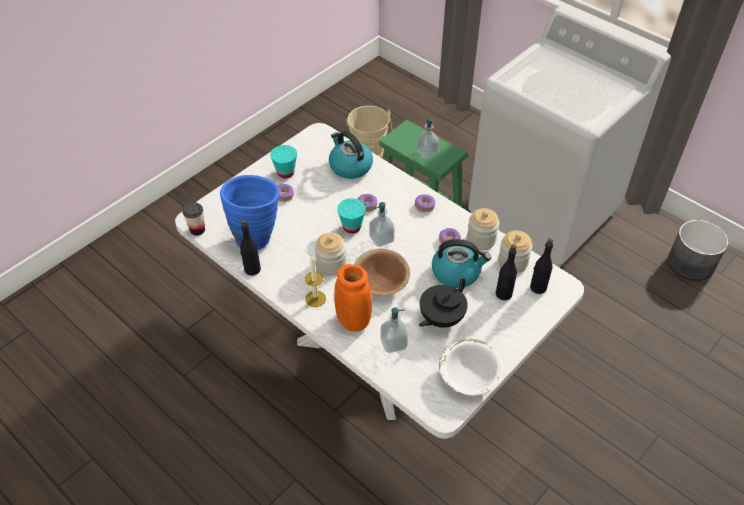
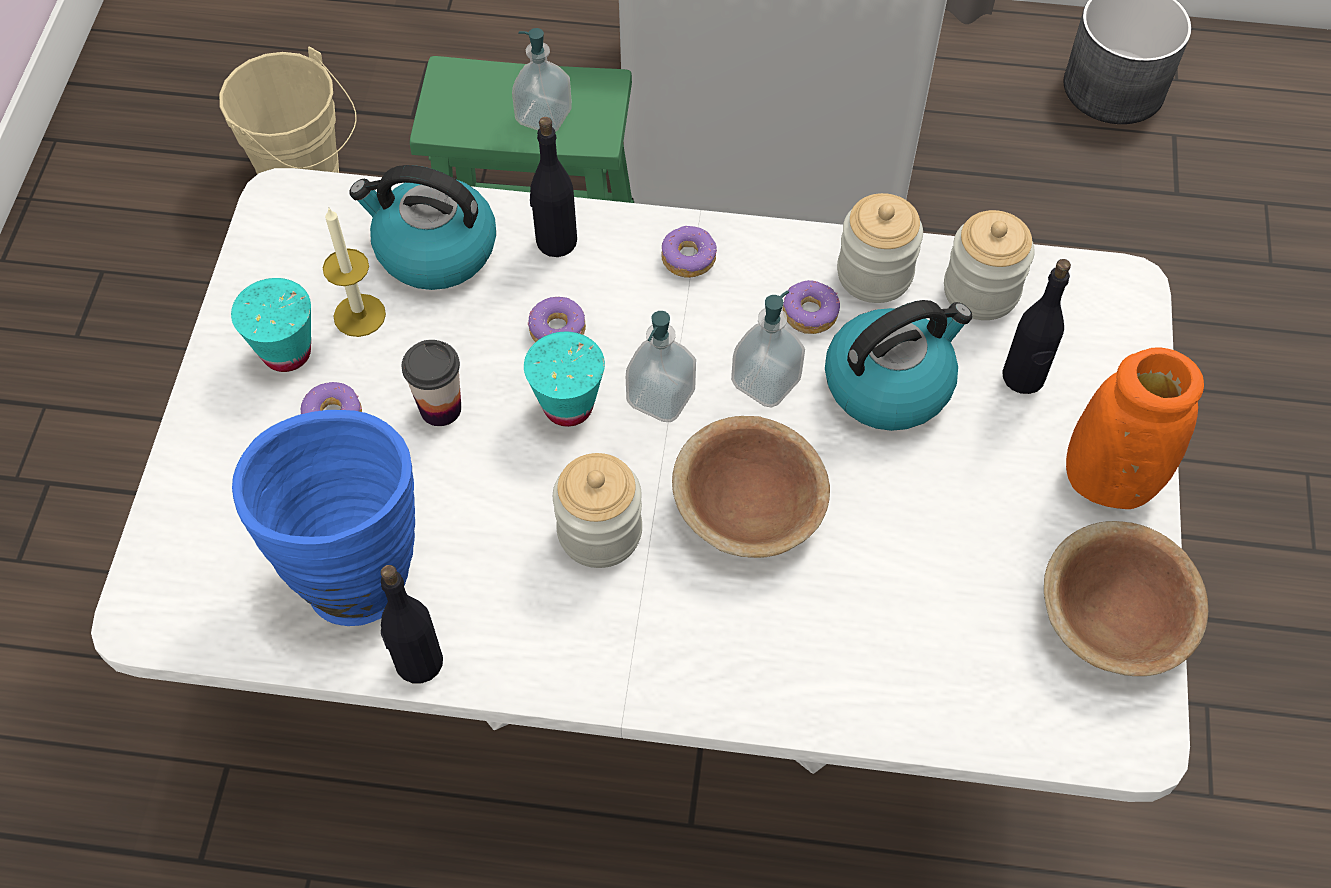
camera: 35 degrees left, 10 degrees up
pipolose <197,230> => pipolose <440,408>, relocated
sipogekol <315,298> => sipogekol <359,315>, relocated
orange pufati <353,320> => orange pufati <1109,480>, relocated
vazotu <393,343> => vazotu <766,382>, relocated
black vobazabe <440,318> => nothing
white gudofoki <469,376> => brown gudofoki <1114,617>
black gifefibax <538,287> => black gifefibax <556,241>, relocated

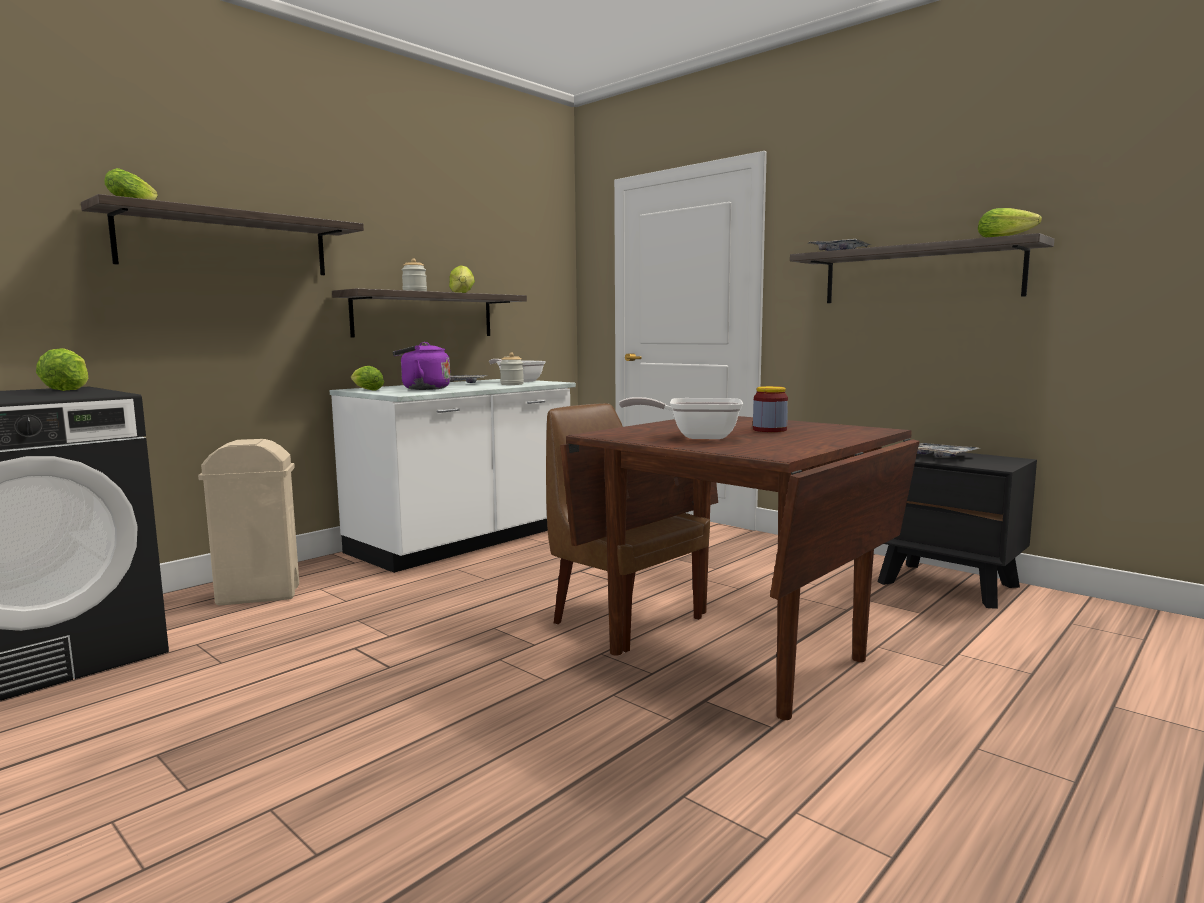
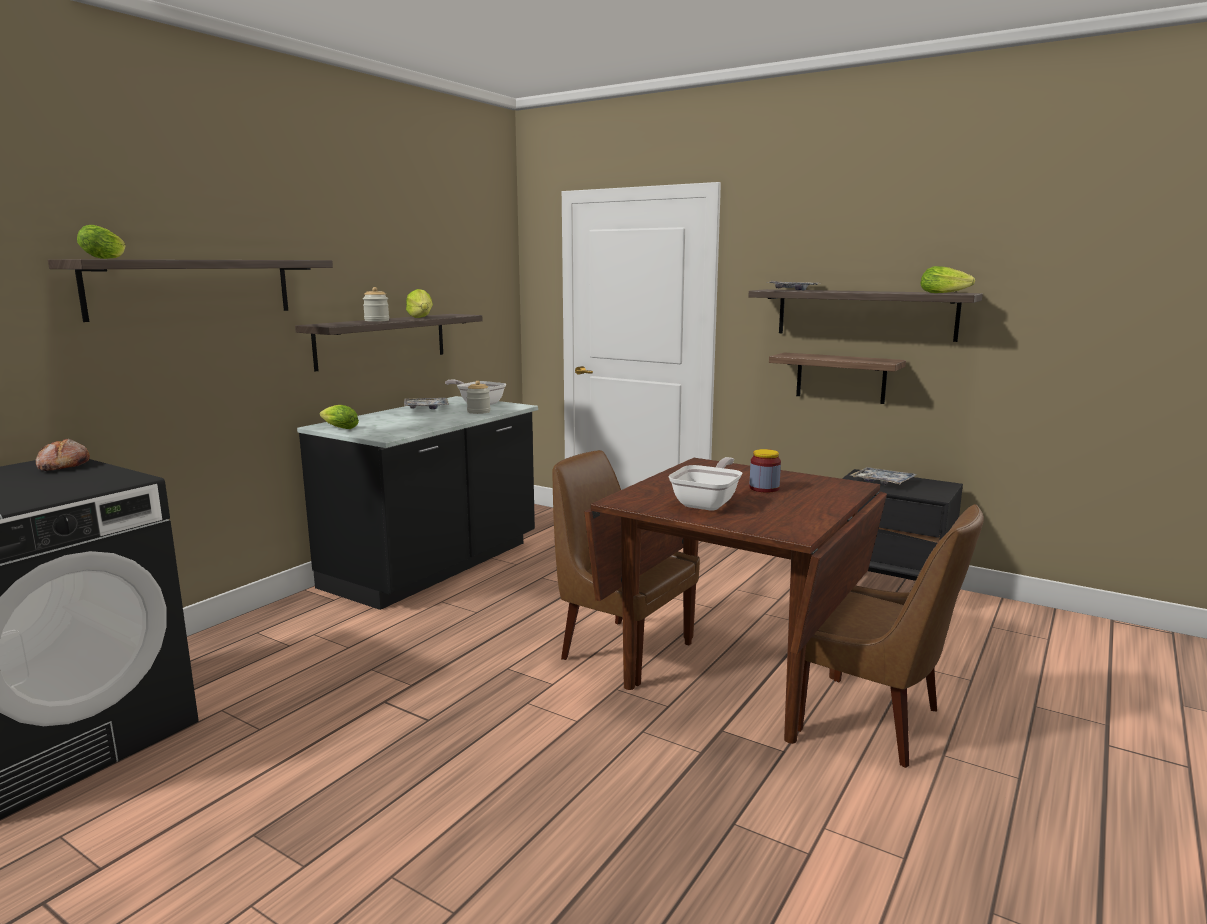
camera: 10 degrees left, 5 degrees up
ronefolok <68,389> => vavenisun <63,466>
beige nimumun <258,595> => nothing
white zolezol <464,541> => black zolezol <434,566>
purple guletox <422,389> => nothing
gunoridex <695,436> => gunoridex <708,503>, 120 degrees clockwise
nothing => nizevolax <840,378>
nothing => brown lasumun <874,722>

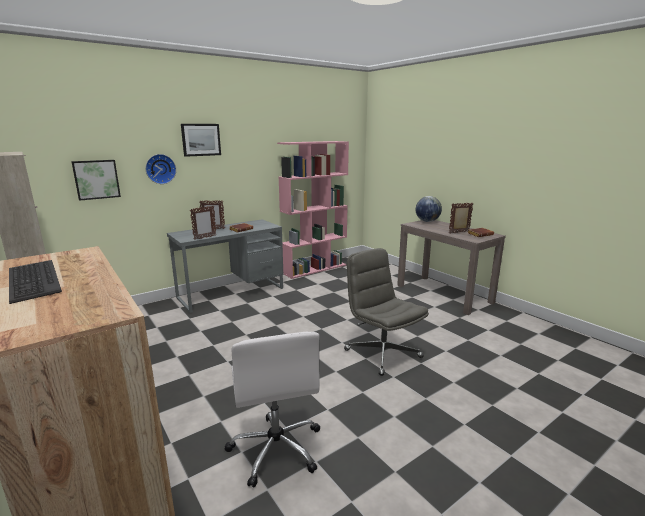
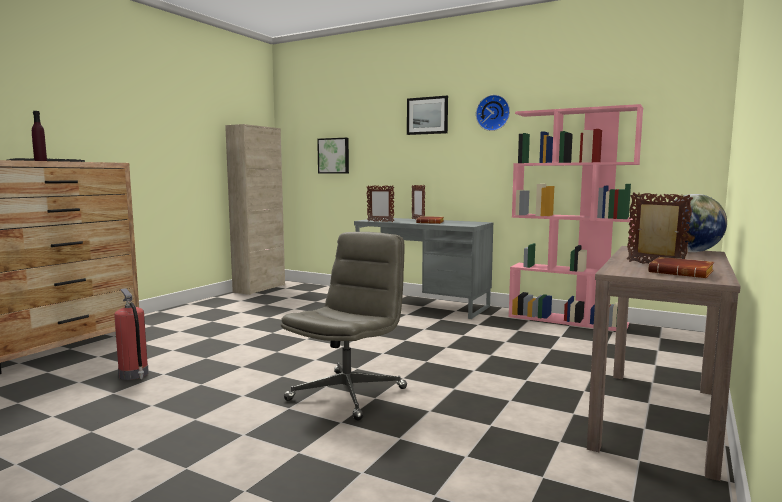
camera: 65 degrees right, 10 degrees down
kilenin <160,169> => kilenin <493,113>, relocated
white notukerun <276,448> => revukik <134,375>
nothing => purple gifefibax <40,160>

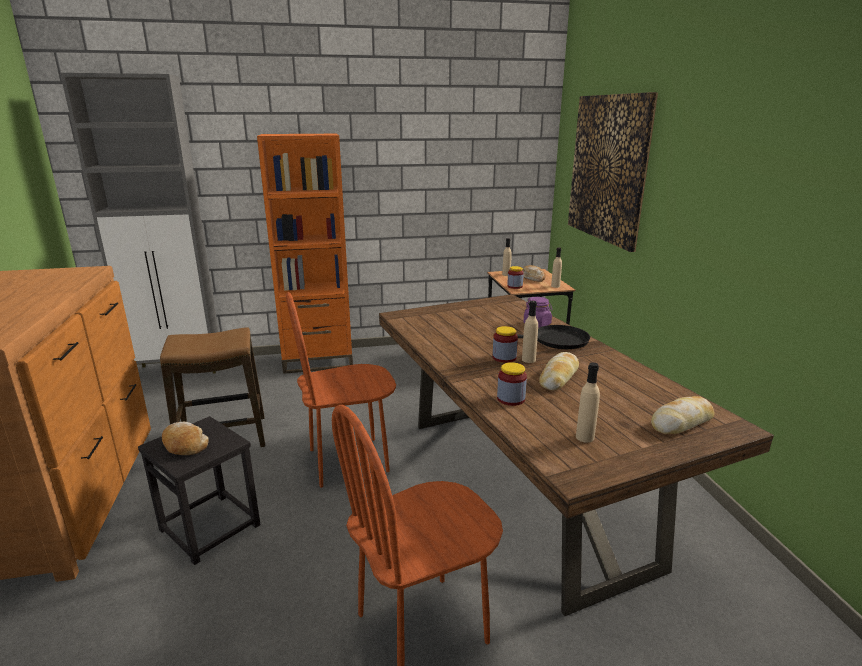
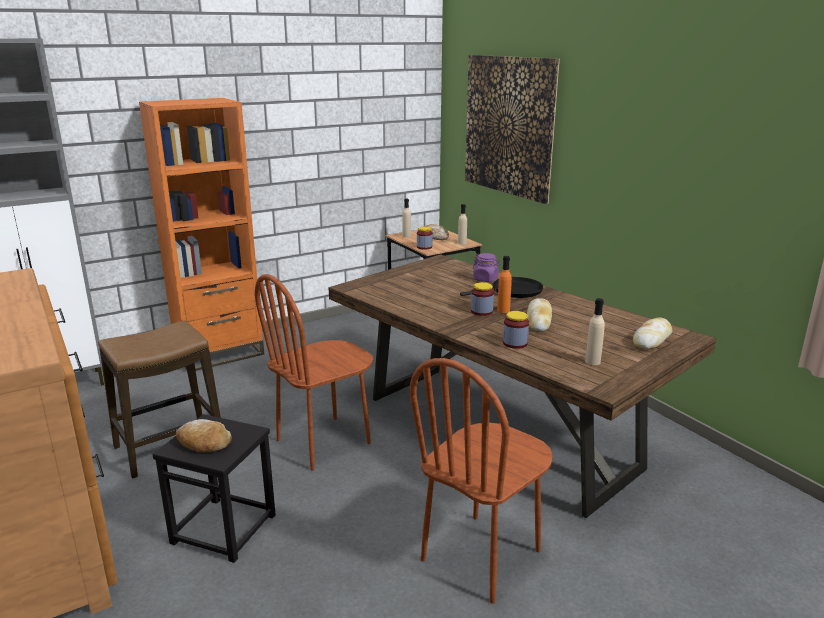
camera: 20 degrees left, 0 degrees up
beige gifefibax <528,360> => orange gifefibax <503,310>

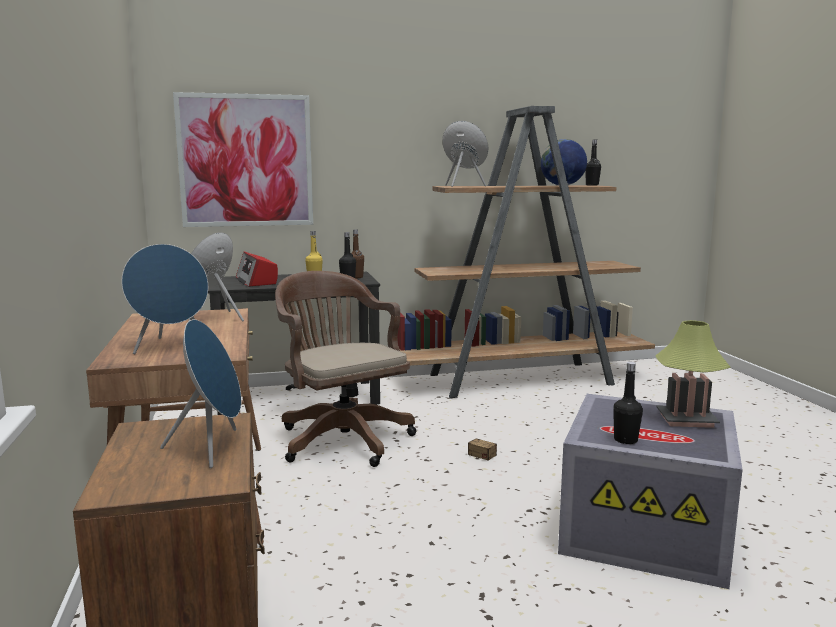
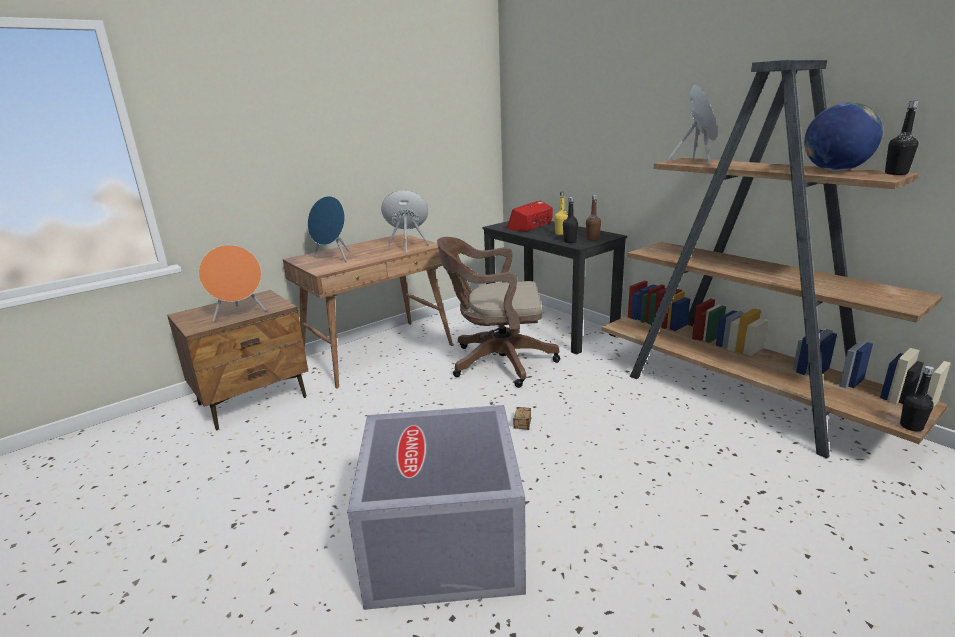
camera: 65 degrees right, 10 degrees up
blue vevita <213,448> => orange vevita <240,314>
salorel <246,161> => nothing
brown notukerun <341,438> => brown notukerun <496,362>, 120 degrees counterclockwise
black gifefibax <625,440> => black gifefibax <911,426>, relocated
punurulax <686,420> => nothing

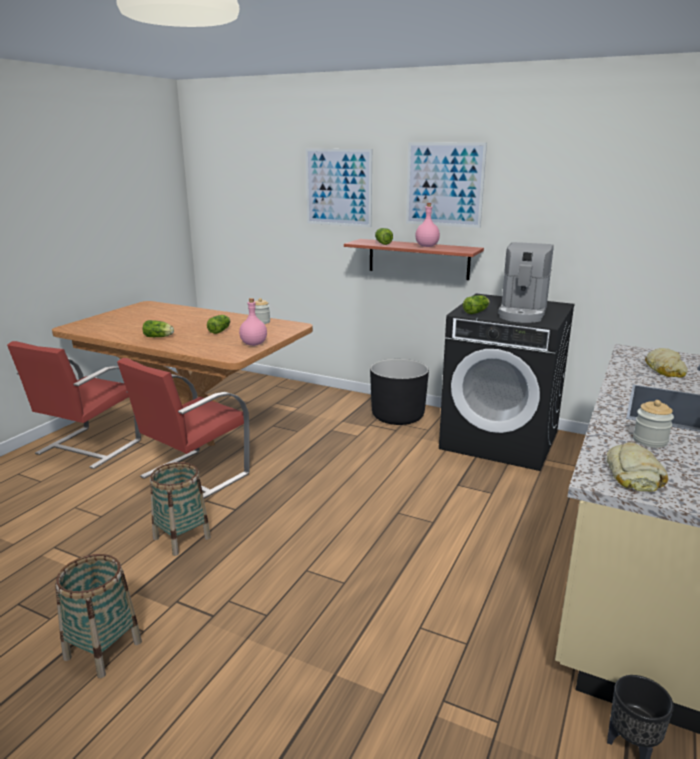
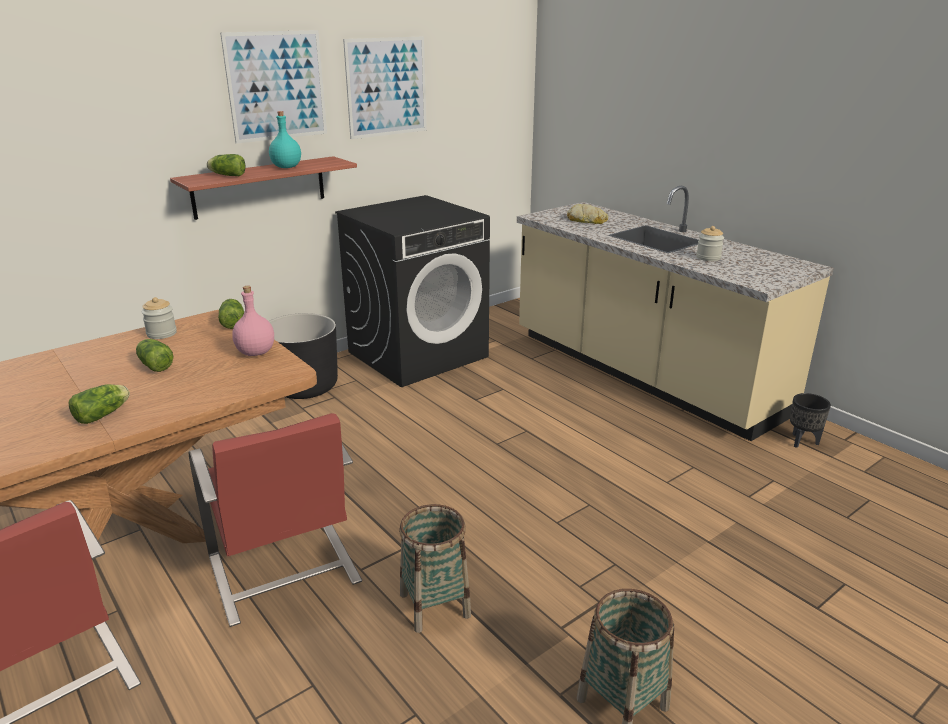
camera: 65 degrees left, 5 degrees up
salorel <338,187> => salorel <386,87>, relocated
pink gifefibax <427,246> => turquoise gifefibax <286,167>
ronefolok <477,312> => ronefolok <233,322>, relocated
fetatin <522,313> => nothing
vavenisun <633,474> => nothing

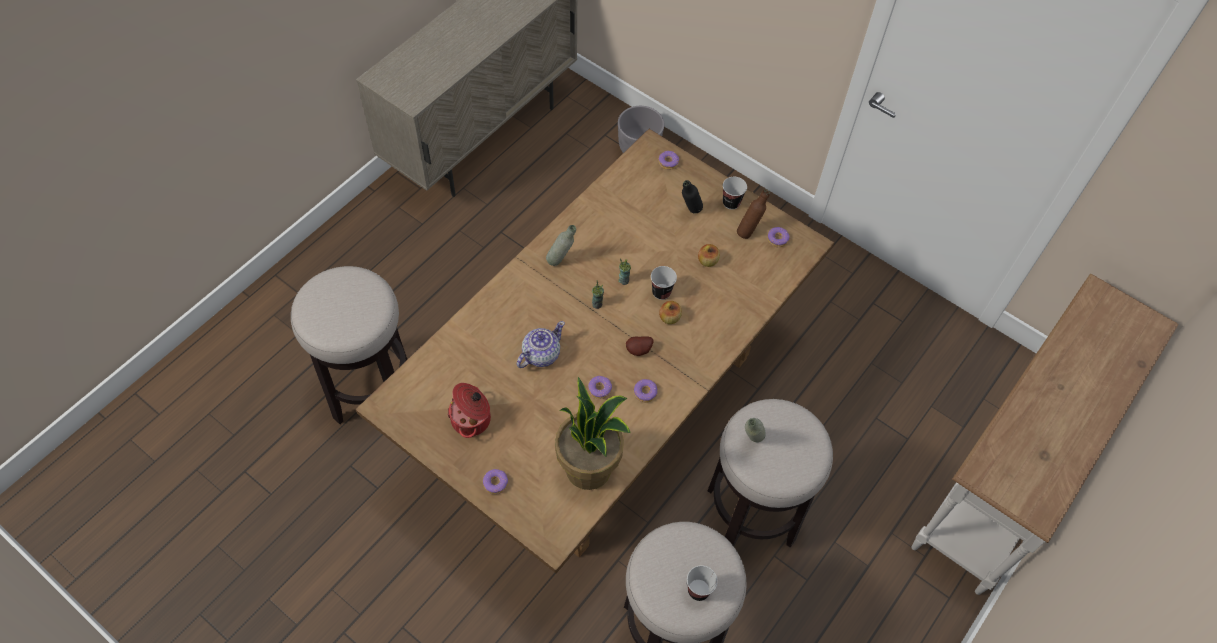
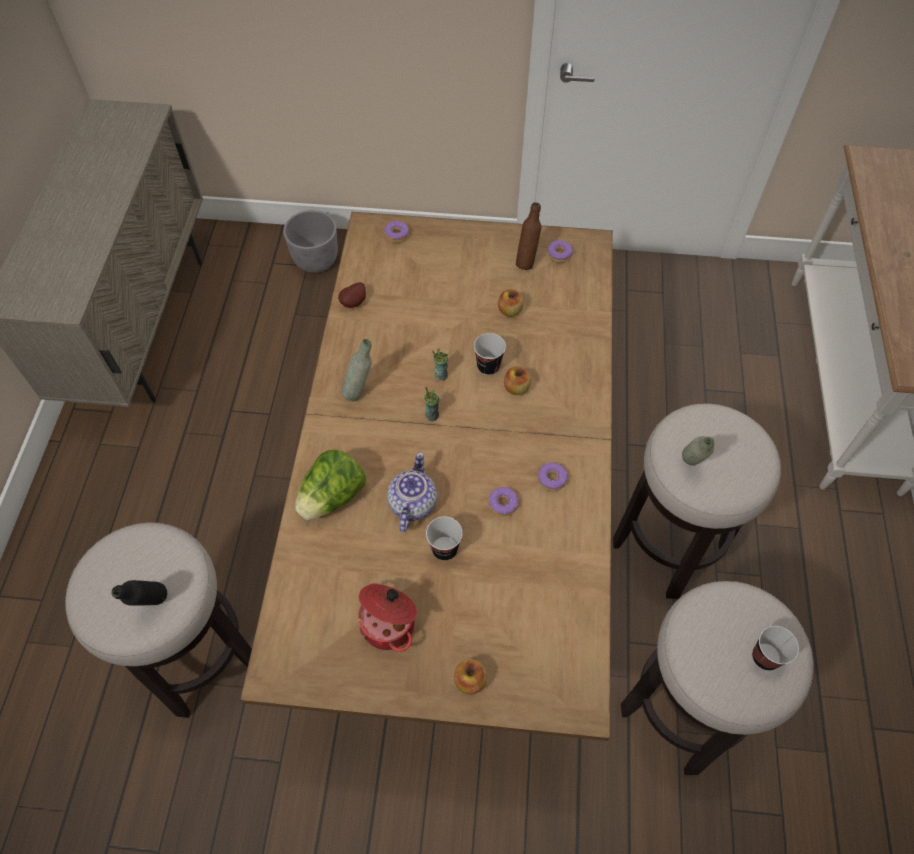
camera: 30 degrees left, 0 degrees up
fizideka <496,483> => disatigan <470,681>
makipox <589,468> => nothing
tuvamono <639,351> => tuvamono <355,303>, relocated
black gifefibax <689,212> => black gifefibax <153,606>, relocated
pipolose <731,203> => pipolose <444,549>, relocated
nothing => ronefolok <332,497>

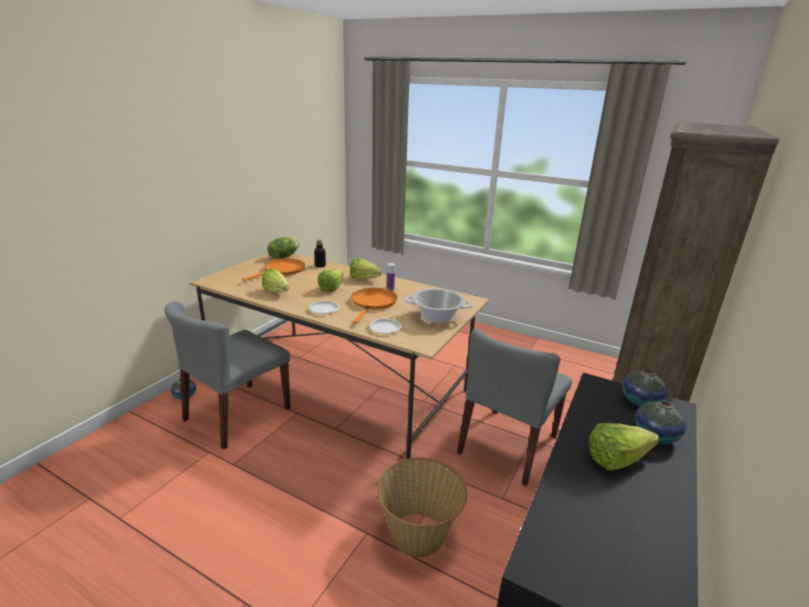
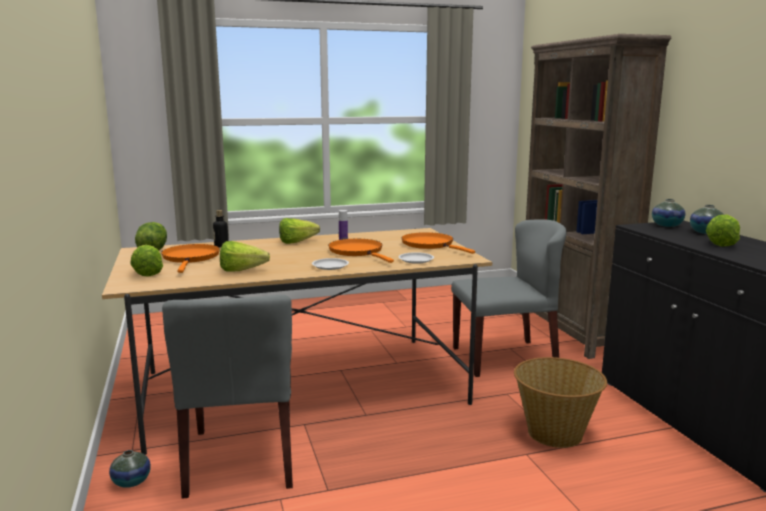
camera: 45 degrees left, 10 degrees down
ronefolok <334,287> => ronefolok <148,271>, relocated
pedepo <437,317> => orange gunoridex <430,245>
grey lasumun <508,445> => grey lasumun <505,358>, 90 degrees counterclockwise

